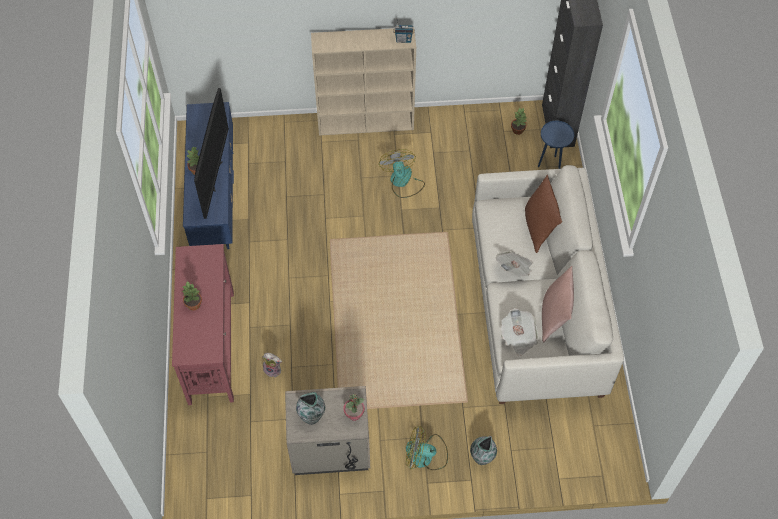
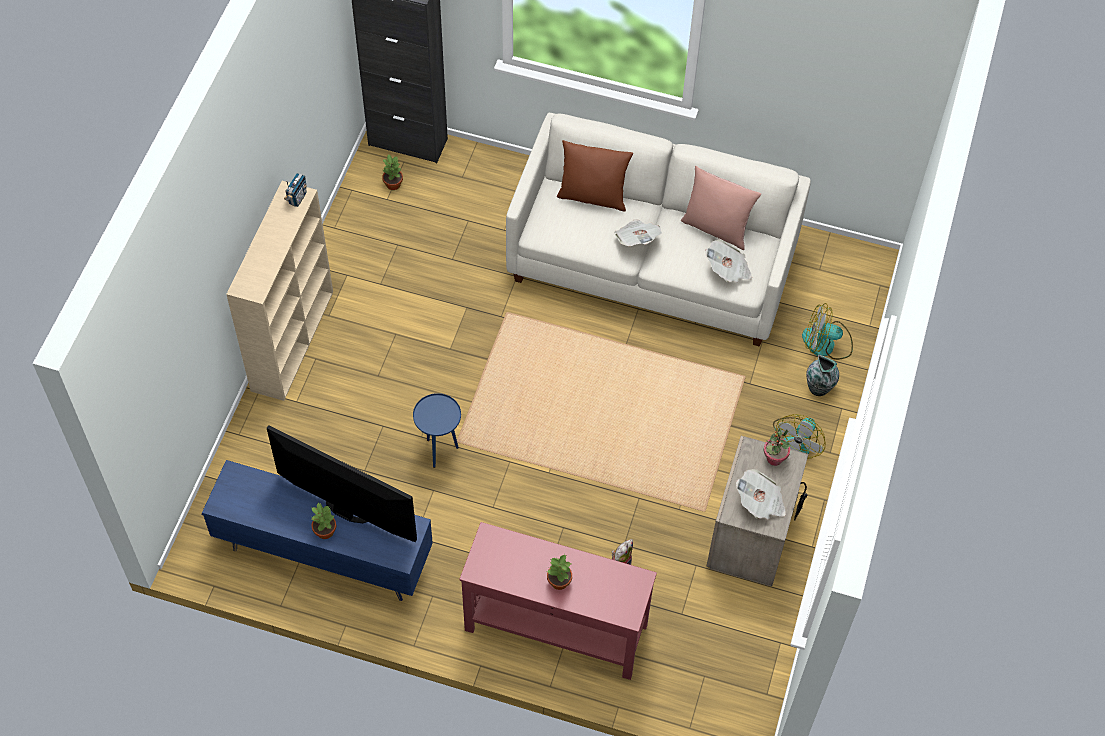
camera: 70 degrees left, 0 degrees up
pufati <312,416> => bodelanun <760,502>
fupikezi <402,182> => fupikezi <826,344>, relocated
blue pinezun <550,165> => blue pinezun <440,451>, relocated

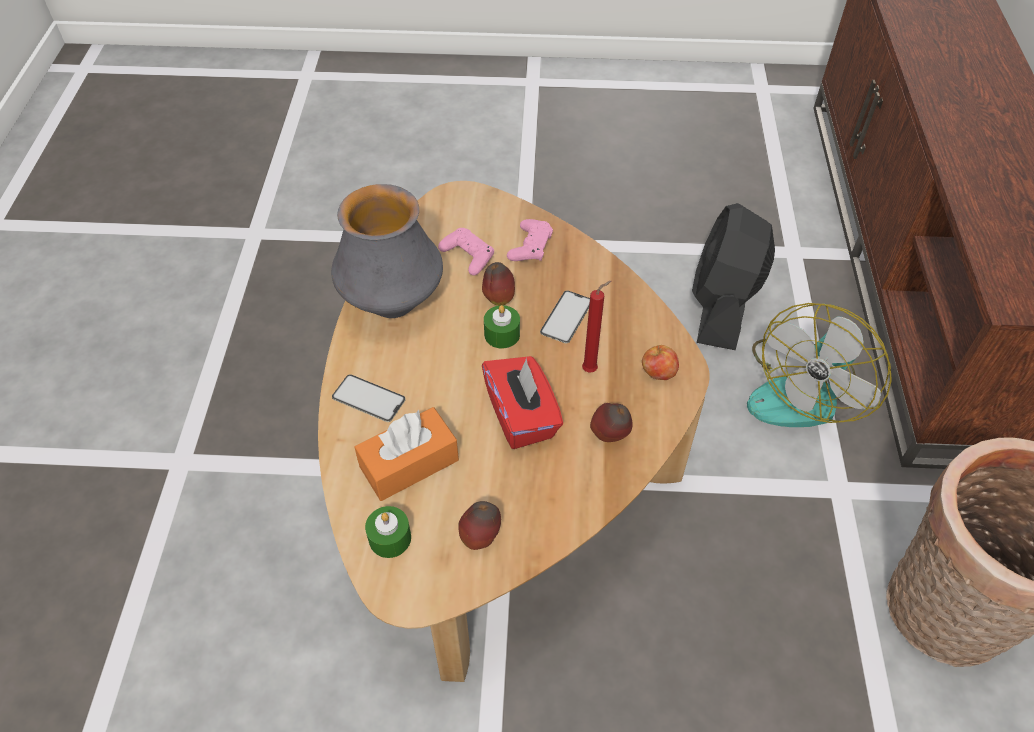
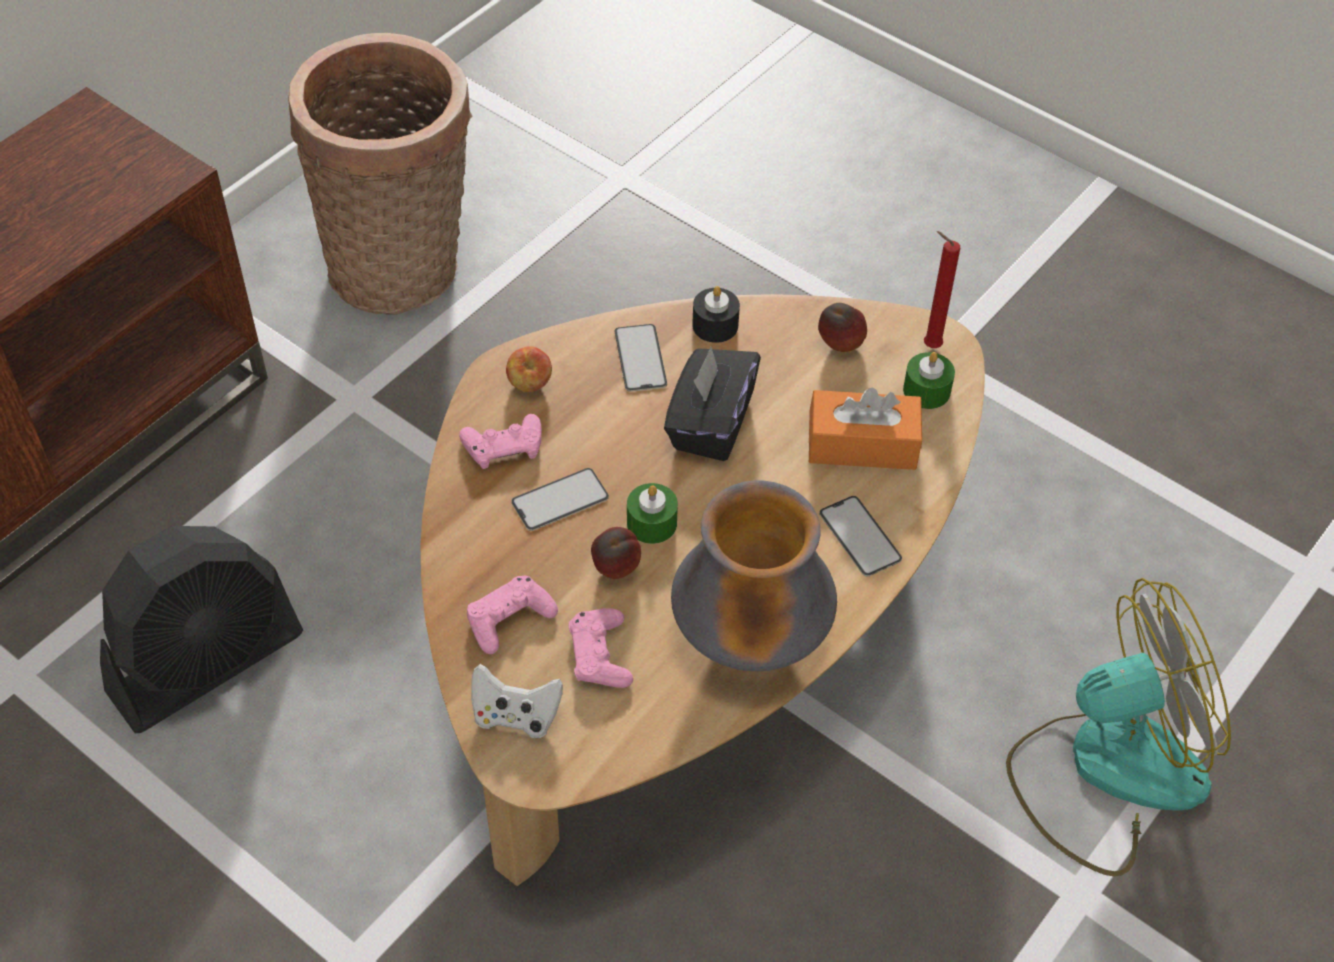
camera: 145 degrees left, 0 degrees up
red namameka <522,416> => black namameka <710,424>
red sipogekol <592,369> => red sipogekol <929,346>, relocated
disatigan <610,436> => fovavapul <640,358>
fupikezi <804,390> => fupikezi <1106,770>, relocated
nothing => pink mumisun <504,446>
nothing => white mumisun <515,715>
nothing => black sipogekol <715,325>

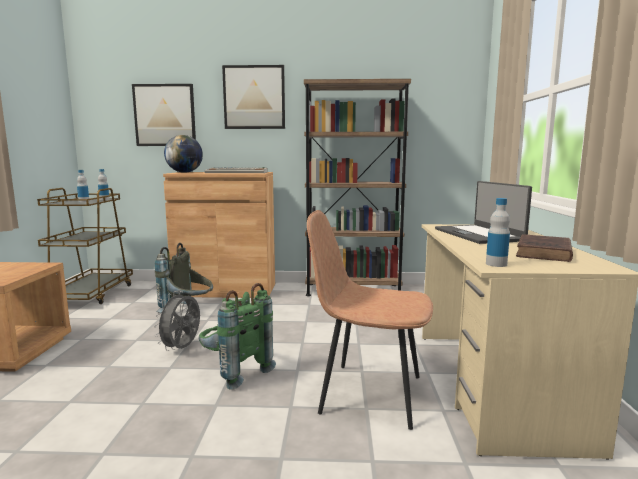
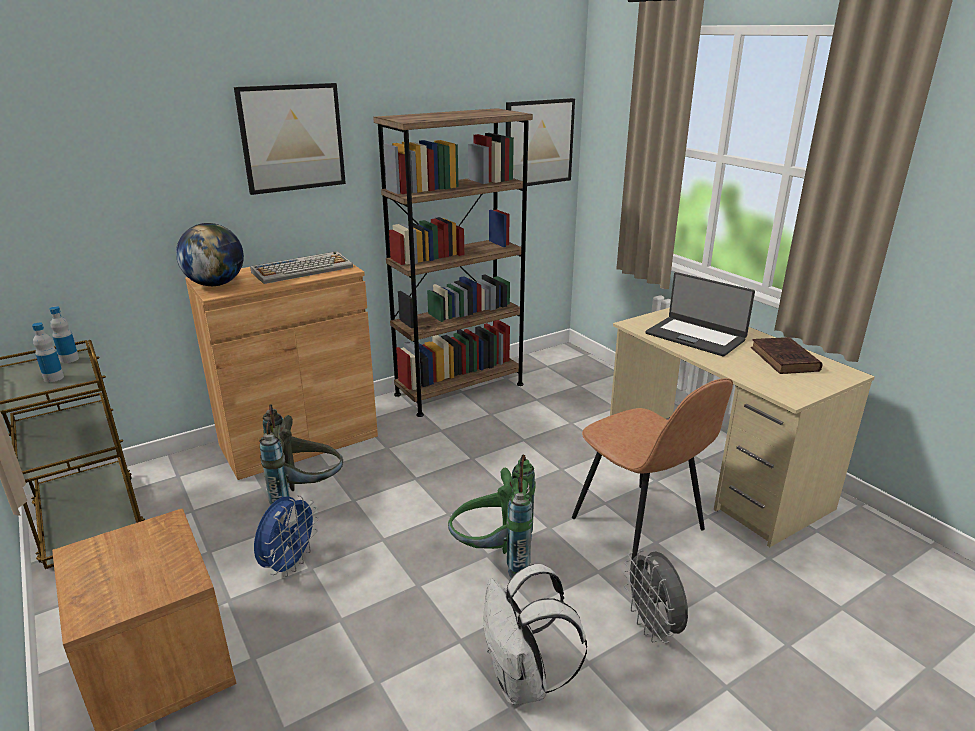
camera: 35 degrees left, 15 degrees up
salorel <165,115> => salorel <538,143>, relocated
grey fupikezi <182,349> => grey fupikezi <653,627>, relocated
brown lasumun <368,393> => brown lasumun <639,526>, 105 degrees counterclockwise
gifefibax <496,264> => nothing
nothing => blue fupikezi <289,564>
nothing => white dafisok <523,682>

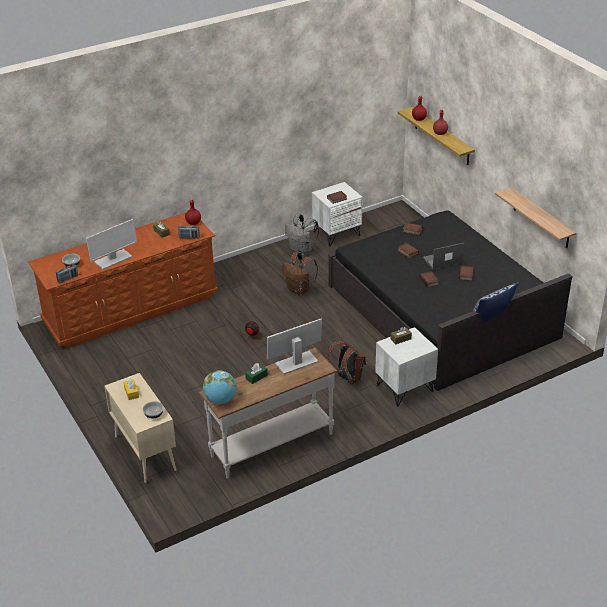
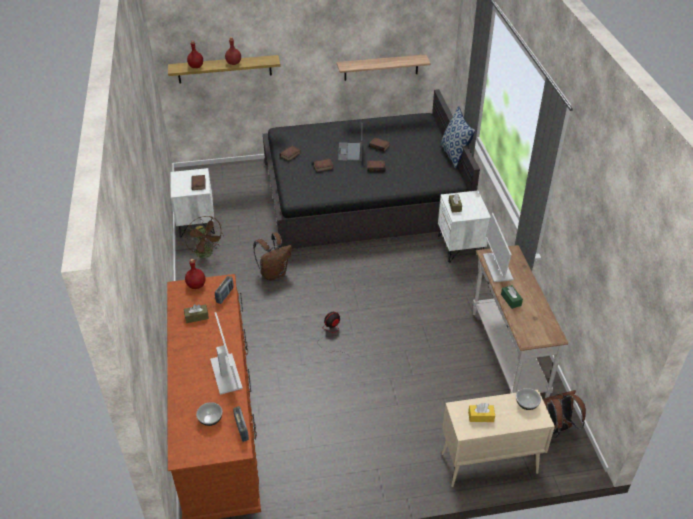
camera: 70 degrees left, 5 degrees up
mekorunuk <220,400> => nothing
grey dafisok <302,250> => brown fupikezi <207,254>
brown dafisok <347,378> => brown dafisok <554,429>, relocated

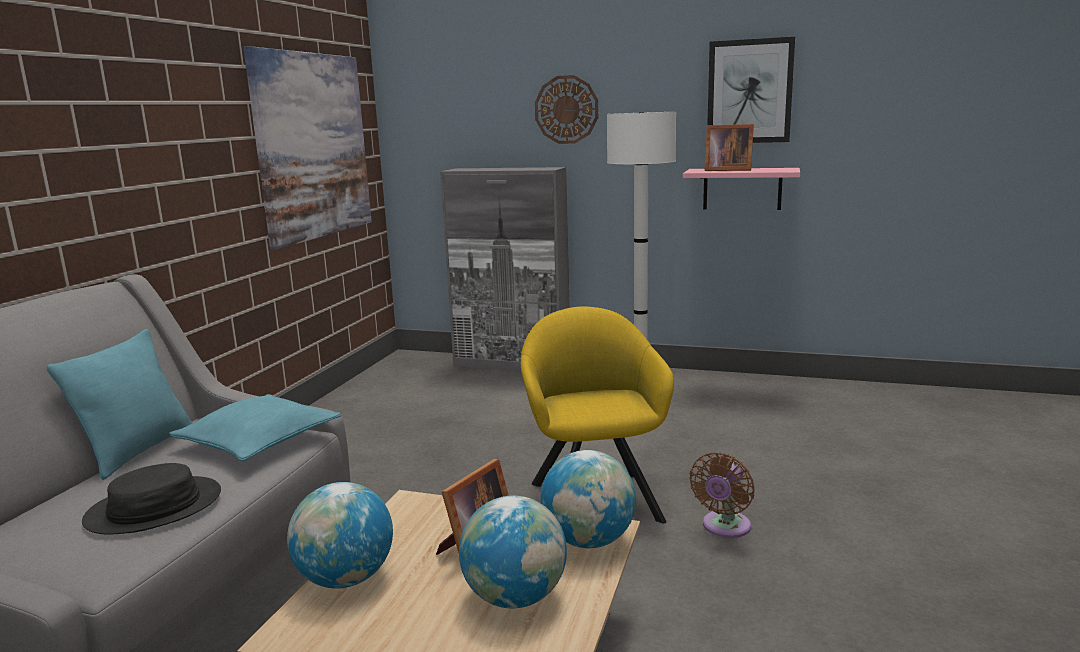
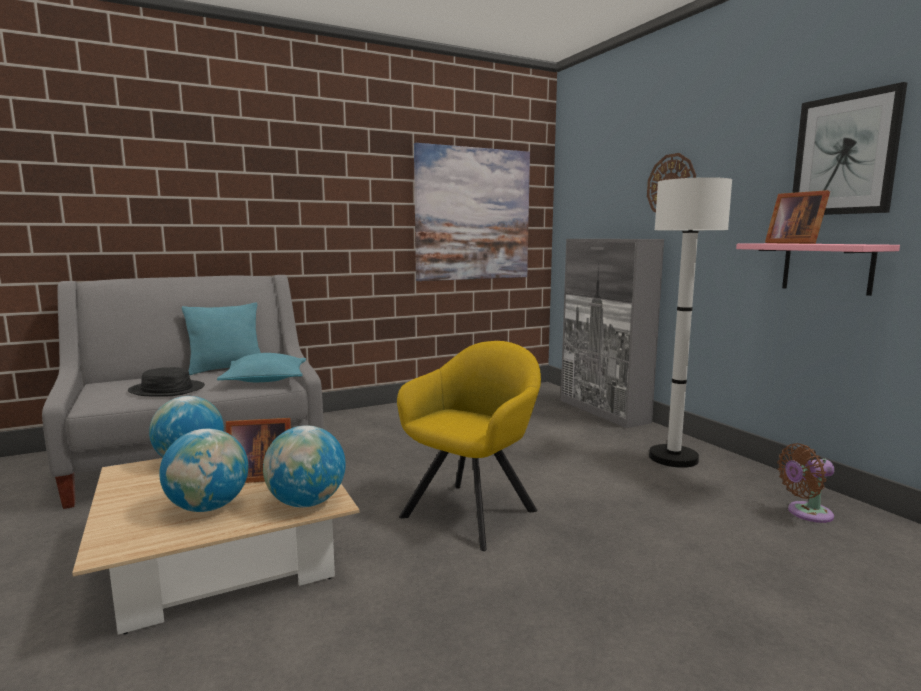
camera: 45 degrees right, 5 degrees down
brown fupikezi <724,527> => brown fupikezi <806,513>, relocated

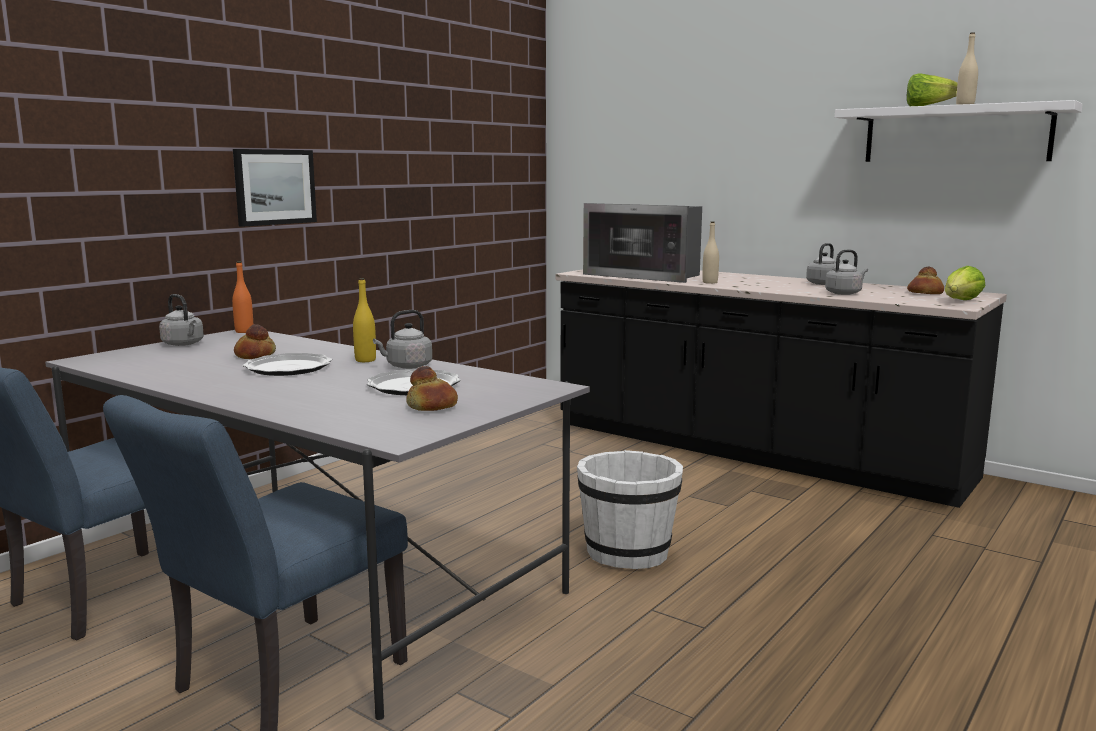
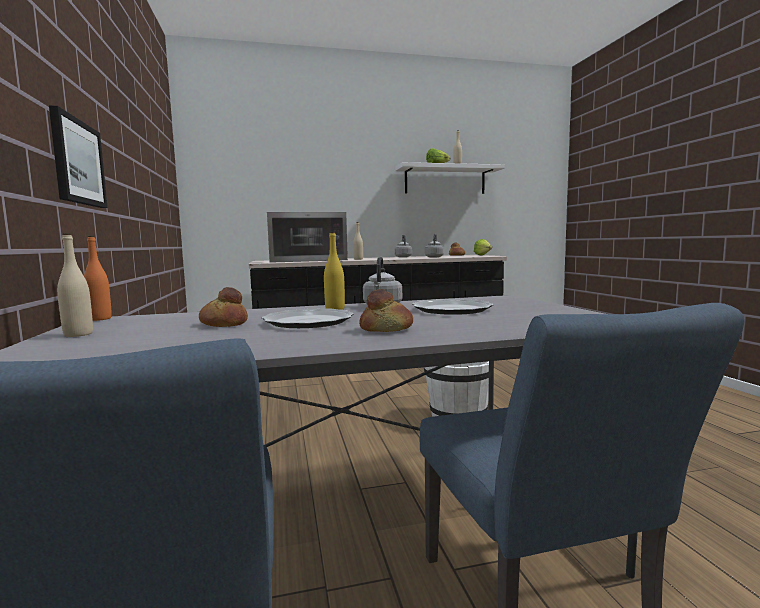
camera: 50 degrees left, 5 degrees down
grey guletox <184,344> => beige gifefibax <78,334>
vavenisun <431,407> => vavenisun <386,329>, relocated

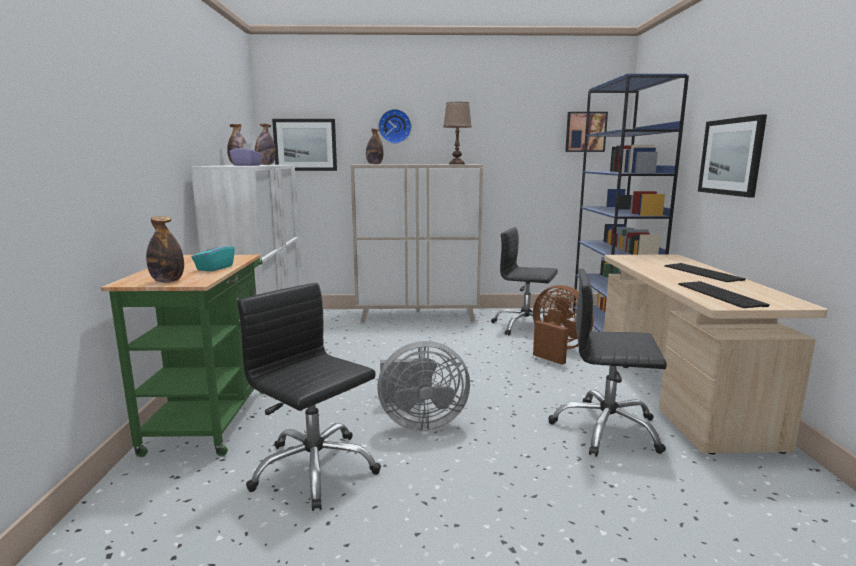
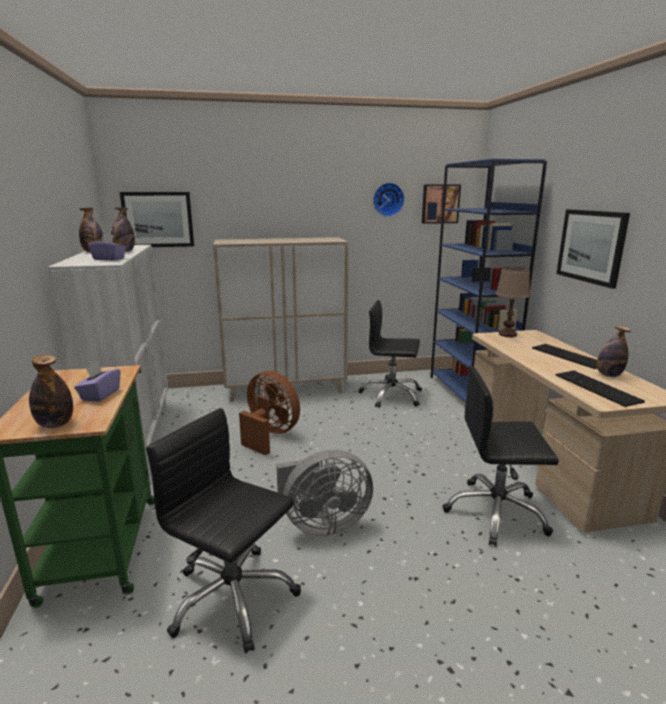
camera: 10 degrees left, 5 degrees up
turquoise namameka <214,268> => purple namameka <100,395>
gifefibax <374,164> => gifefibax <608,375>, relocated
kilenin <395,126> => kilenin <387,199>, relocated
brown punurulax <456,164> => brown punurulax <507,334>, relocated
brown fupikezi <557,350> => brown fupikezi <269,435>, relocated

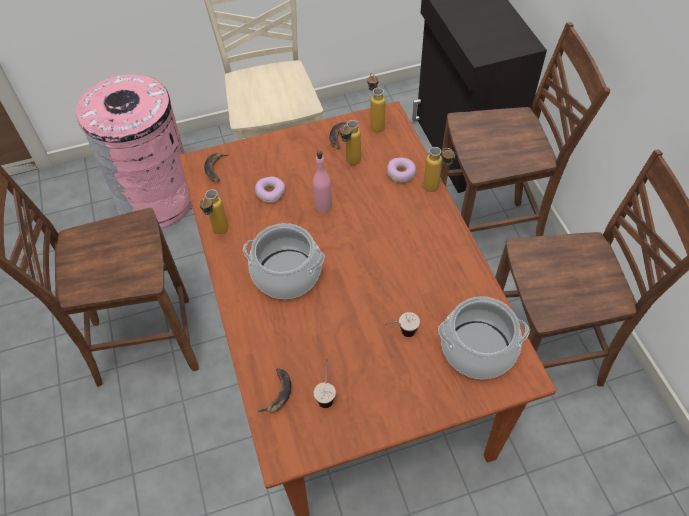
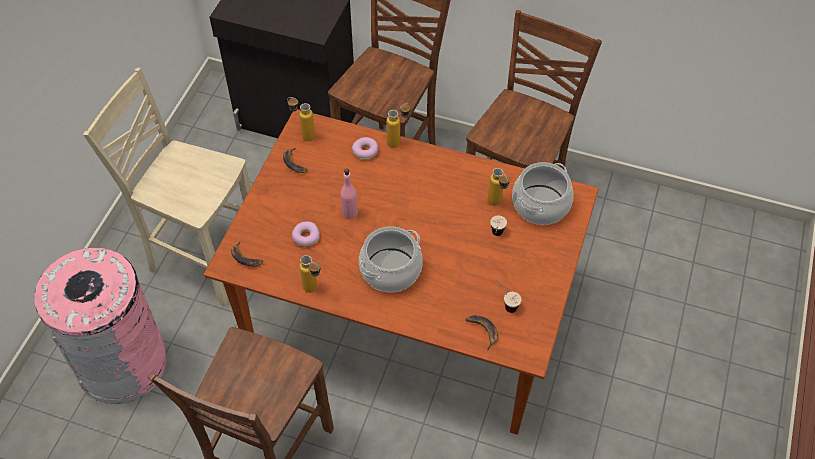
camera: 55 degrees left, 0 degrees up
gifefibax <350,164> => gifefibax <497,205>, relocated

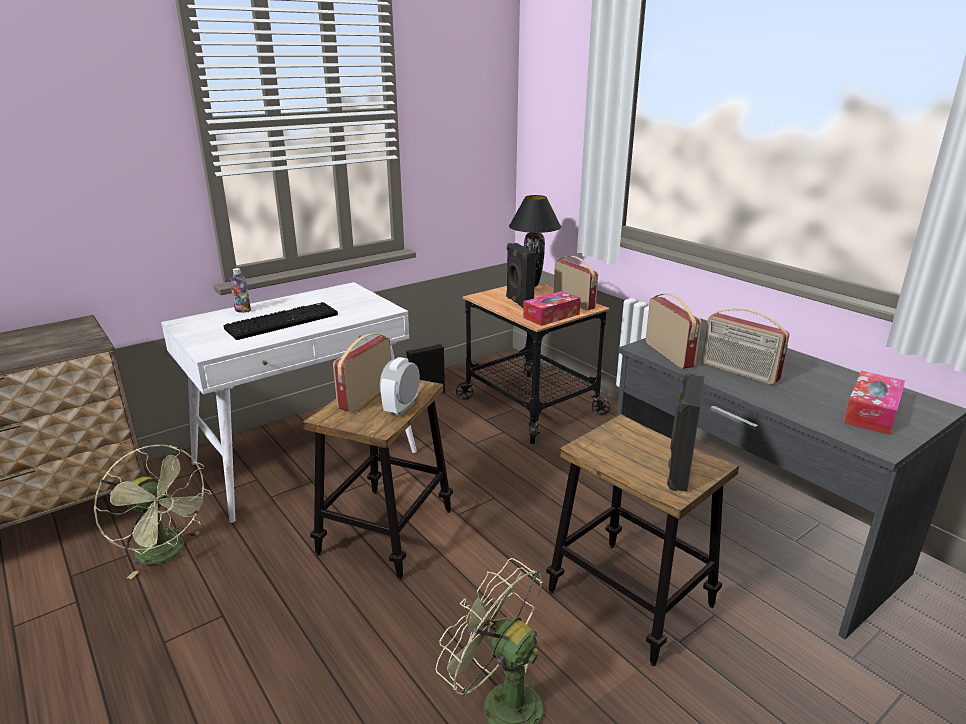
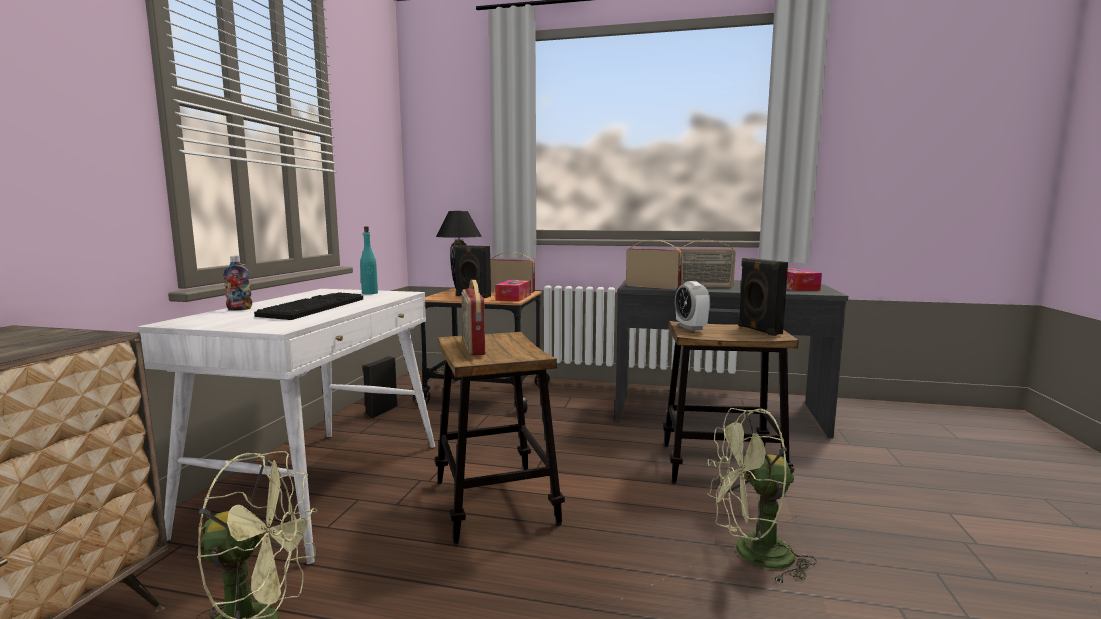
camera: 40 degrees left, 15 degrees down
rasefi <401,408> => rasefi <691,327>, relocated
nothing => turquoise gifefibax <369,293>

